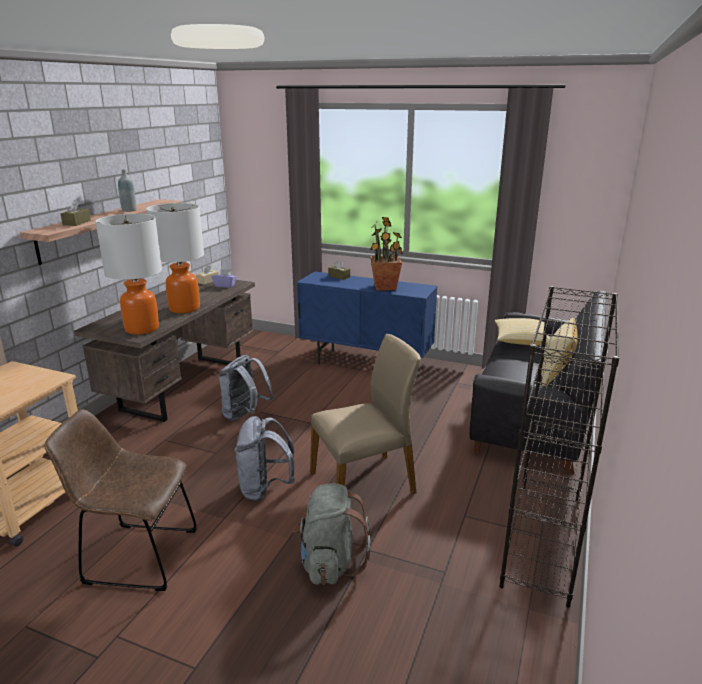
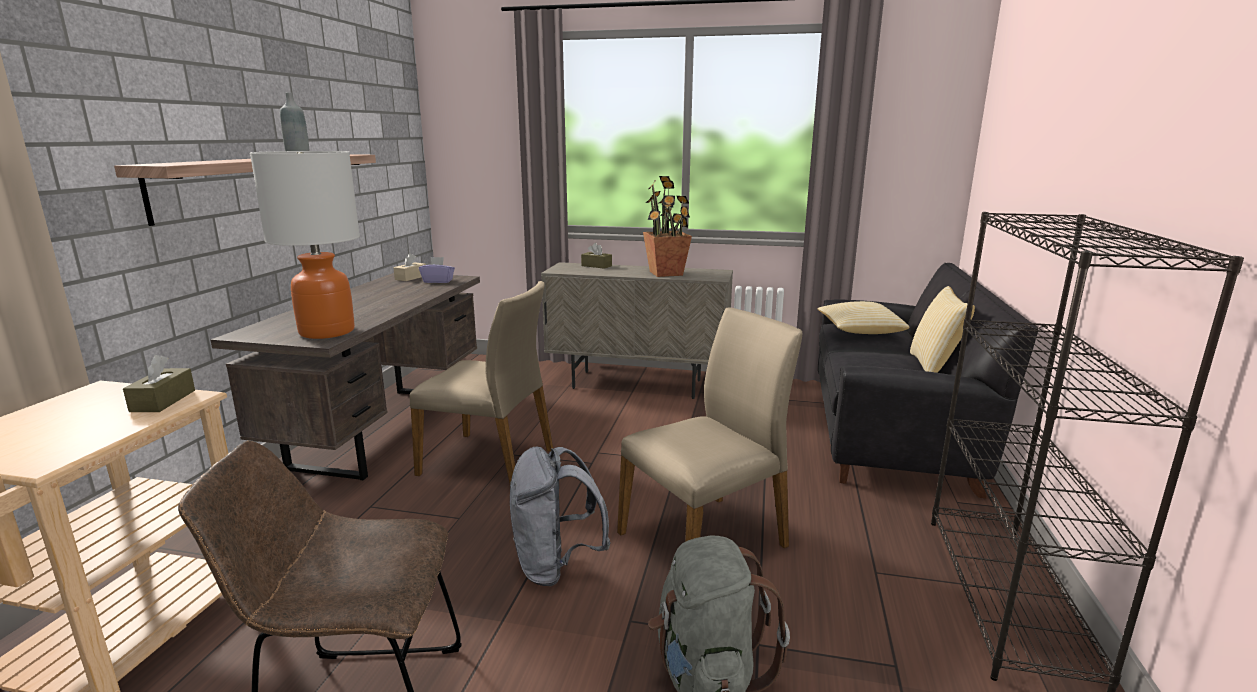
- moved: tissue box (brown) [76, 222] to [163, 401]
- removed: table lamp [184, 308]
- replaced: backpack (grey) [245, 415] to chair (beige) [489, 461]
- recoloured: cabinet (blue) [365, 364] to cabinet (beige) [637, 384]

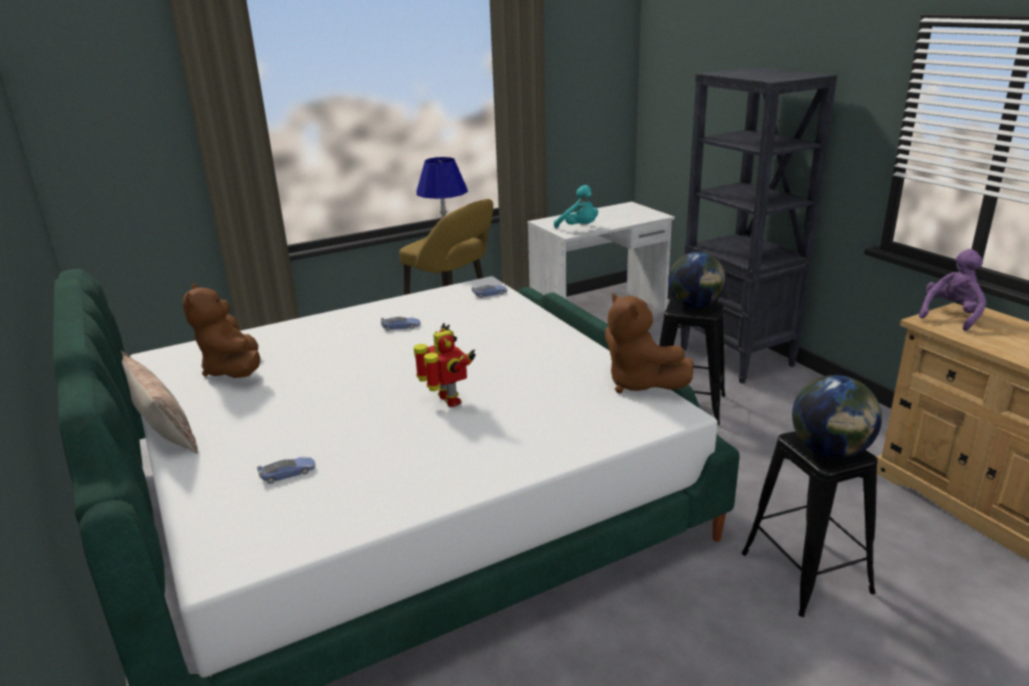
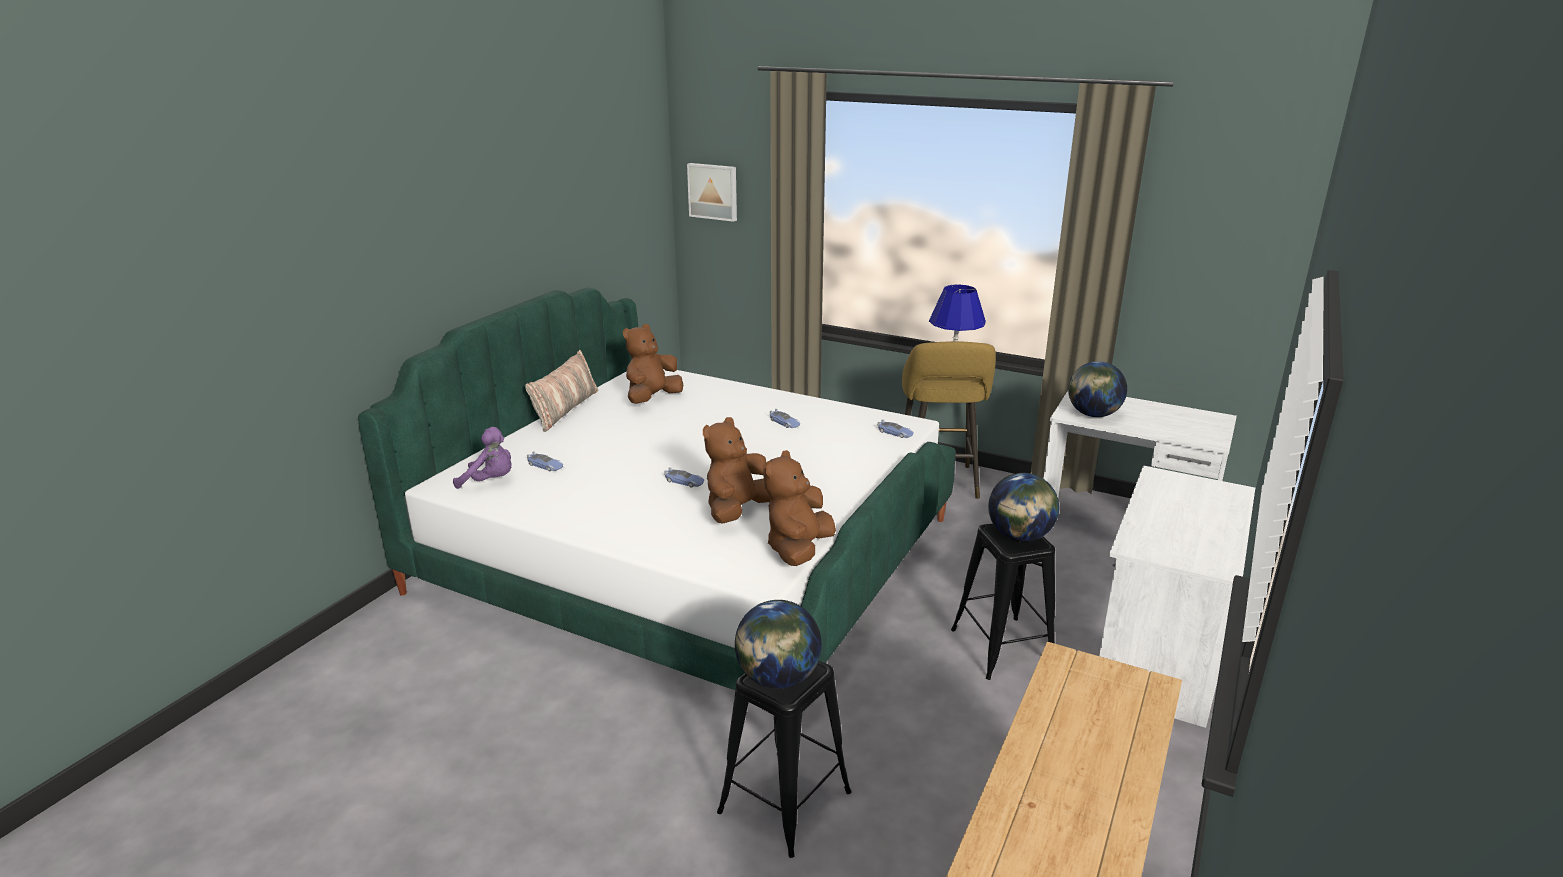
- replaced: toy robot [448, 401] to toy car [684, 482]
- replaced: plush toy (turquoise) [579, 228] to globe [1093, 415]
- replaced: bookcase (black) [736, 358] to desk (white) [1159, 652]
- moved: plush toy (purple) [951, 316] to [490, 481]
- added: picture [713, 191]
- added: plush toy (brown) [737, 511]

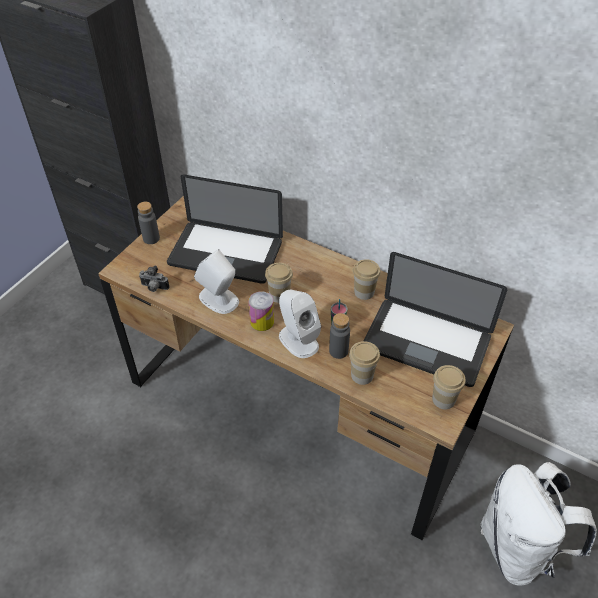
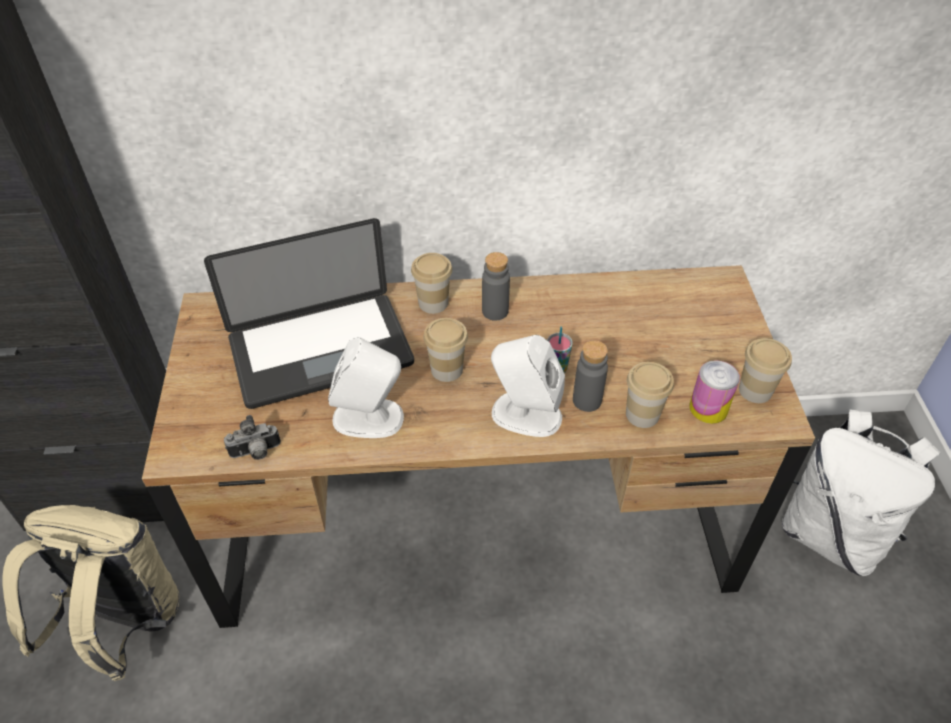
- moved: bottle (grey) [151, 238] to [495, 311]
- moved: can [262, 321] to [708, 408]
- moved: cup [364, 292] to [433, 303]
- removed: laptop [426, 343]
- added: backpack (beige) [124, 624]

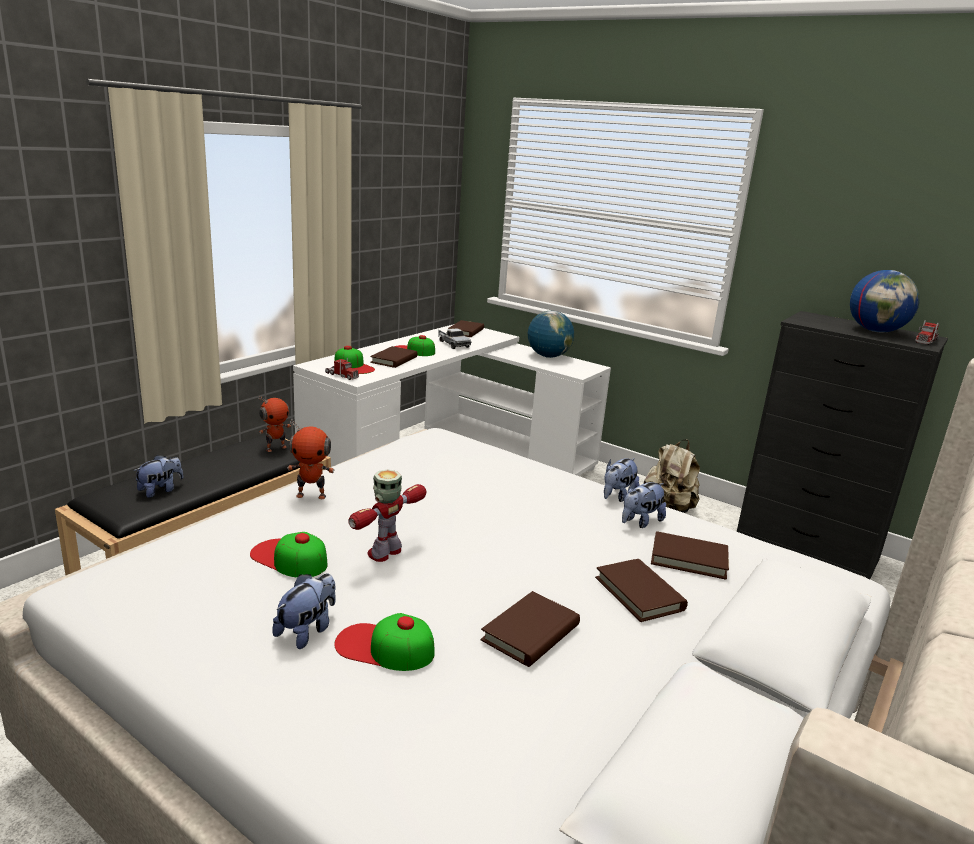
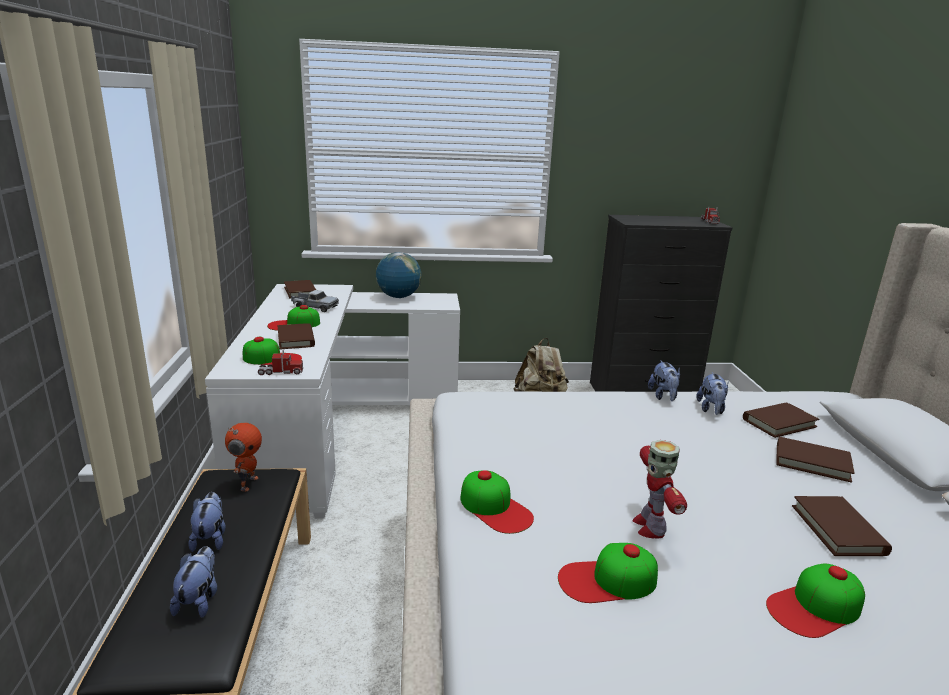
- moved: plush toy [307, 630] to [210, 538]
- replaced: toy robot [311, 495] to cap [495, 508]
- removed: globe [876, 331]

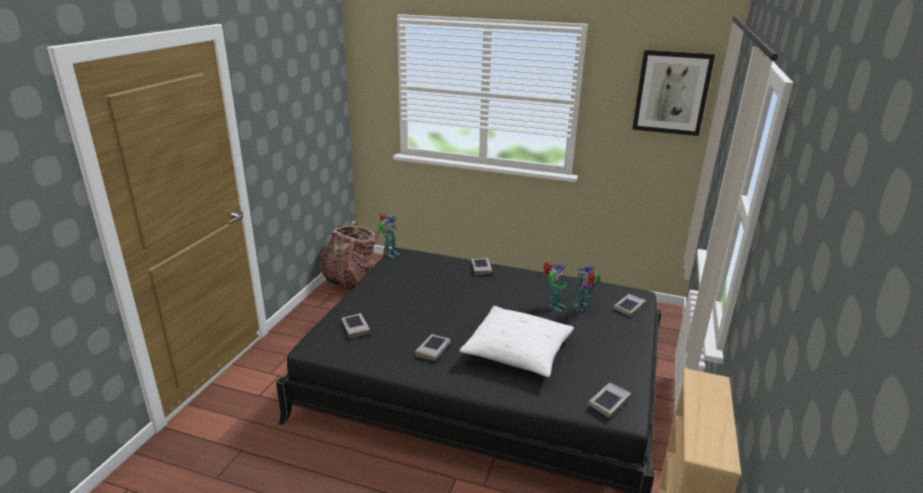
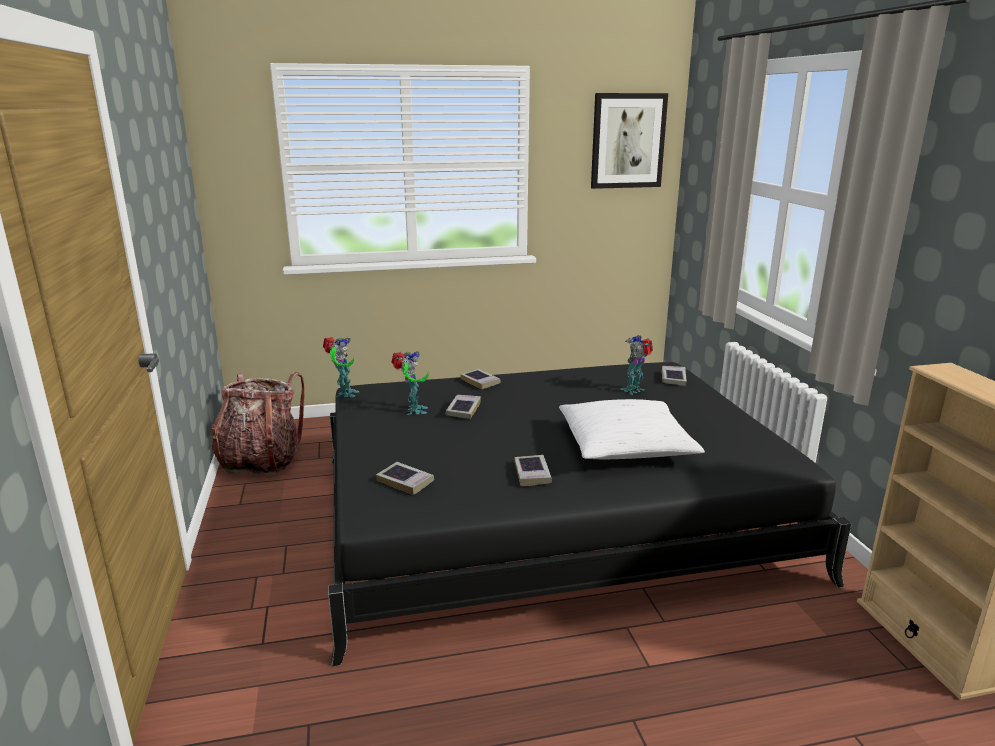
- moved: toy robot [553, 306] to [413, 410]
- moved: book [609, 402] to [463, 409]

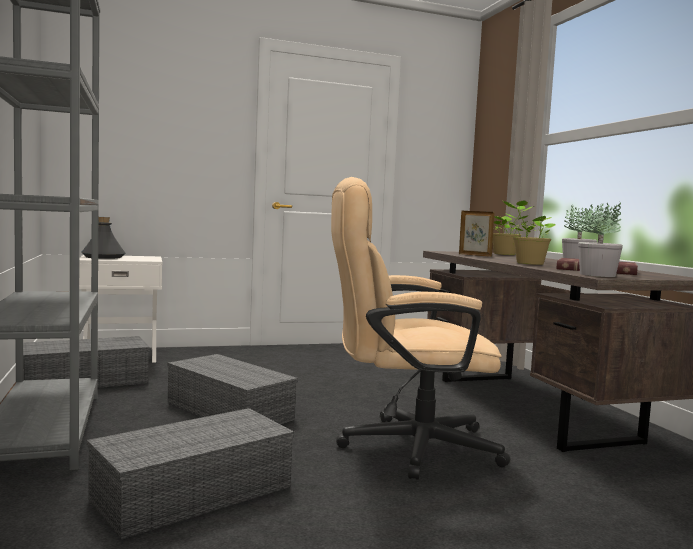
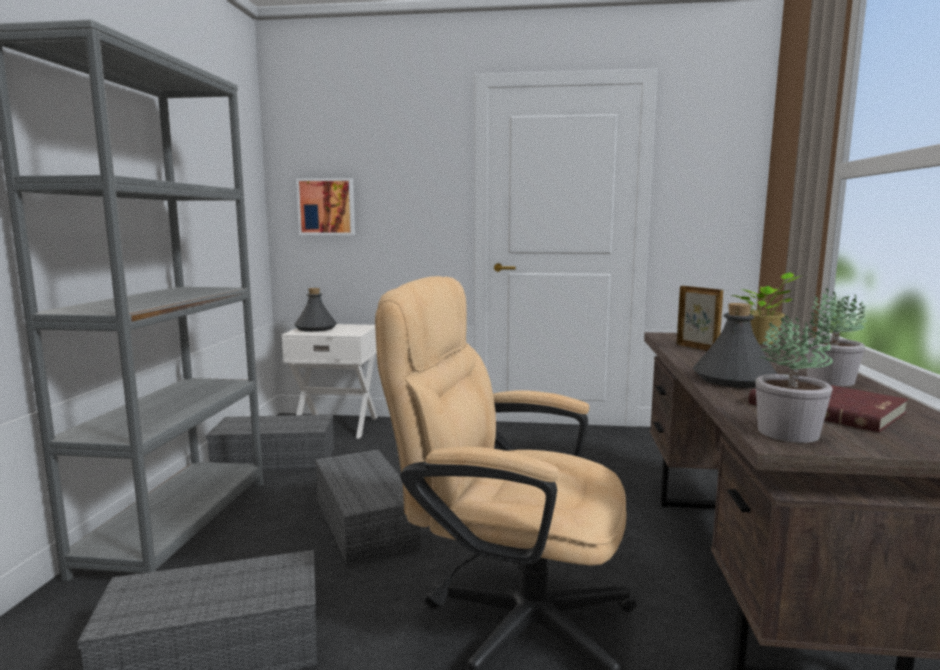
- replaced: potted plant [527, 263] to bottle (grey) [734, 379]
- added: picture [327, 207]

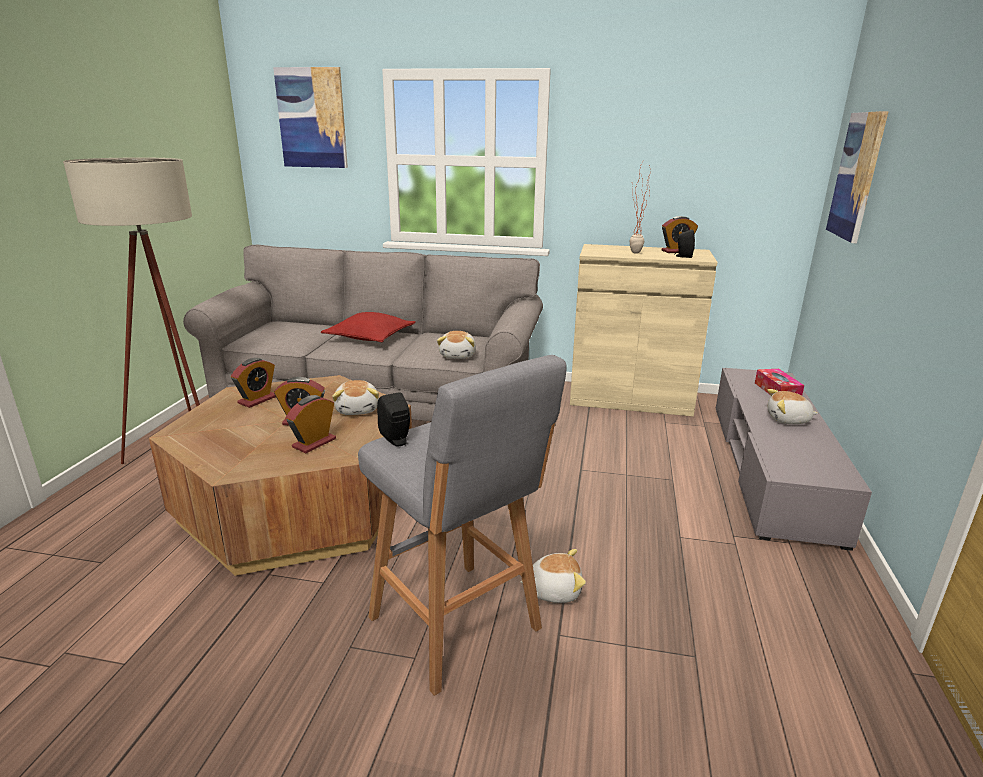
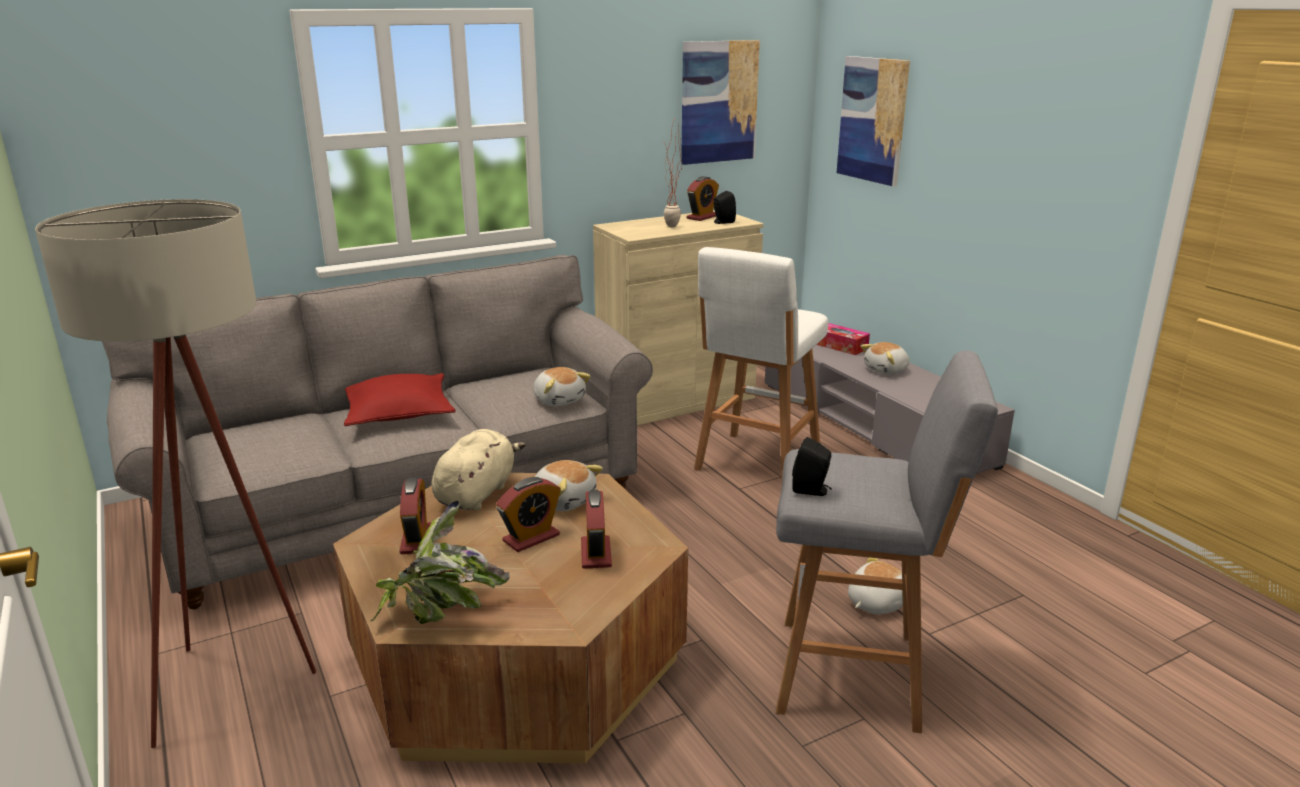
- moved: picture [312, 118] to [719, 102]
- added: potted plant [440, 616]
- added: plush toy (beige) [477, 493]
- added: stool (white) [756, 464]

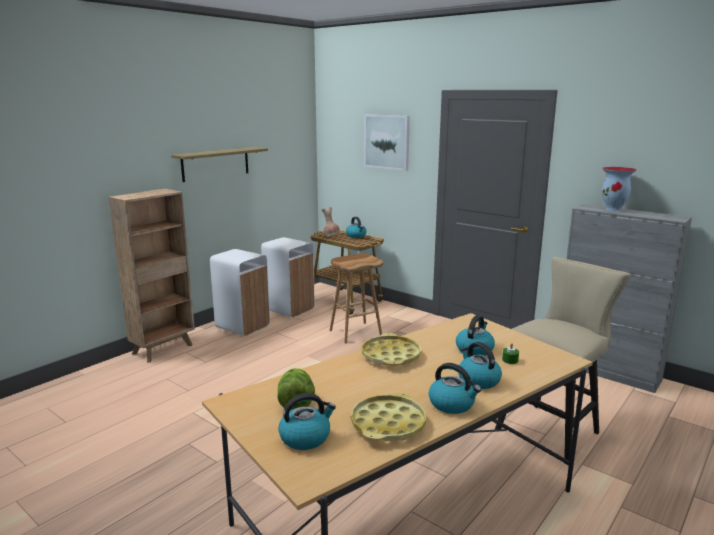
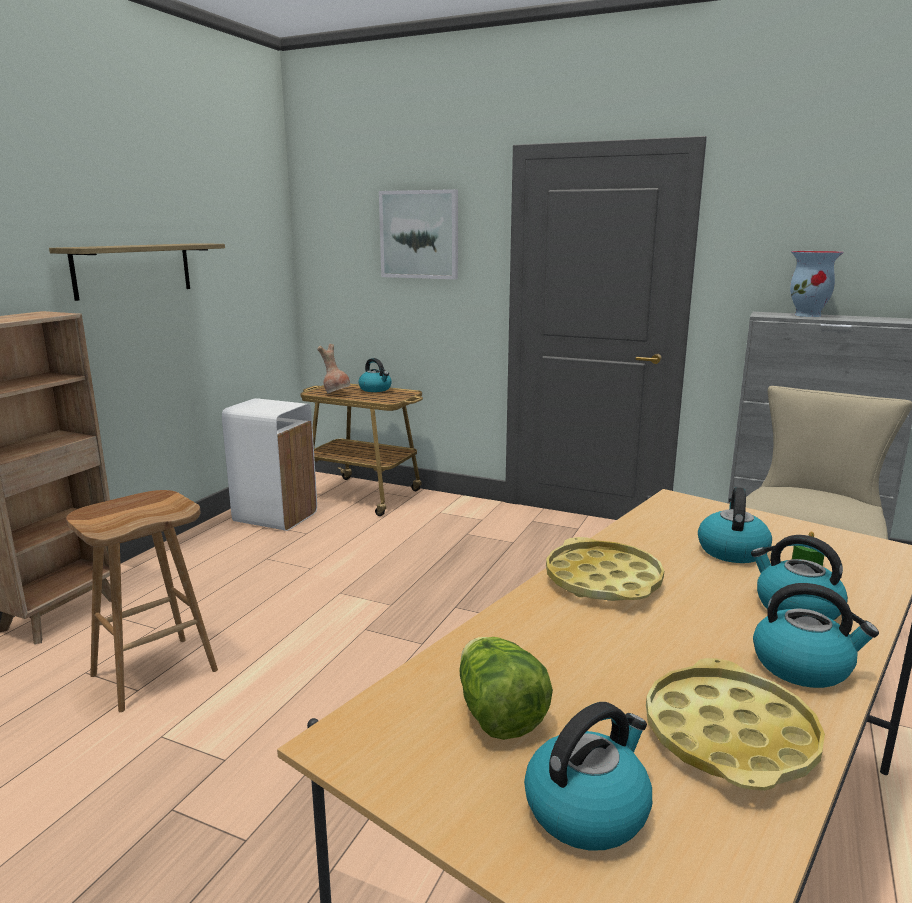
- removed: trash can (white) [243, 326]
- moved: stool (brown) [356, 332] to [155, 671]

